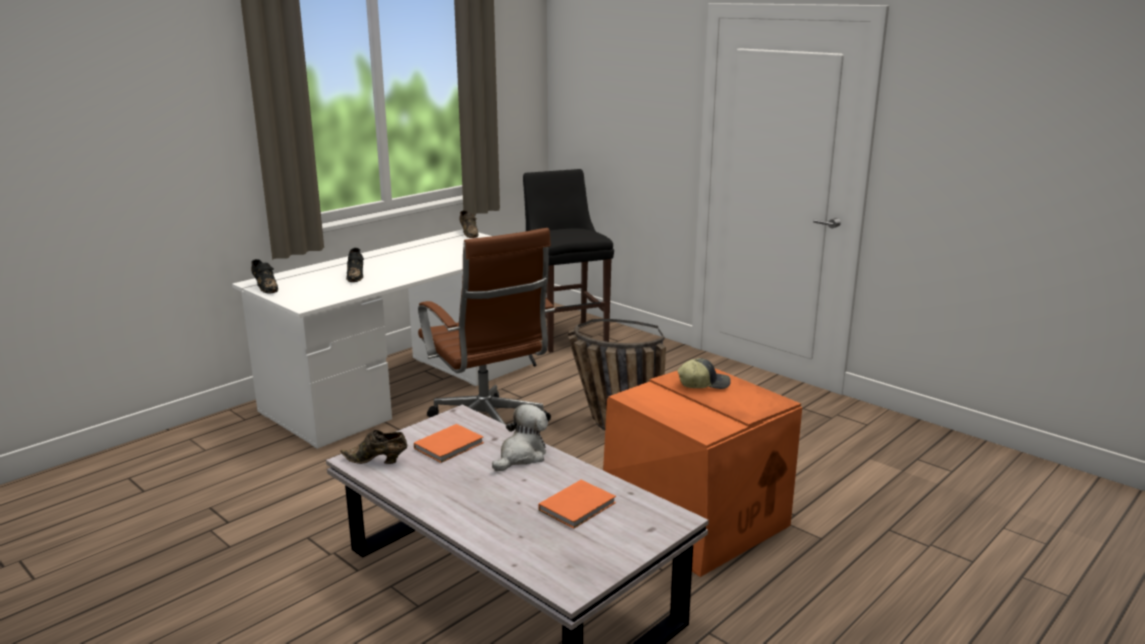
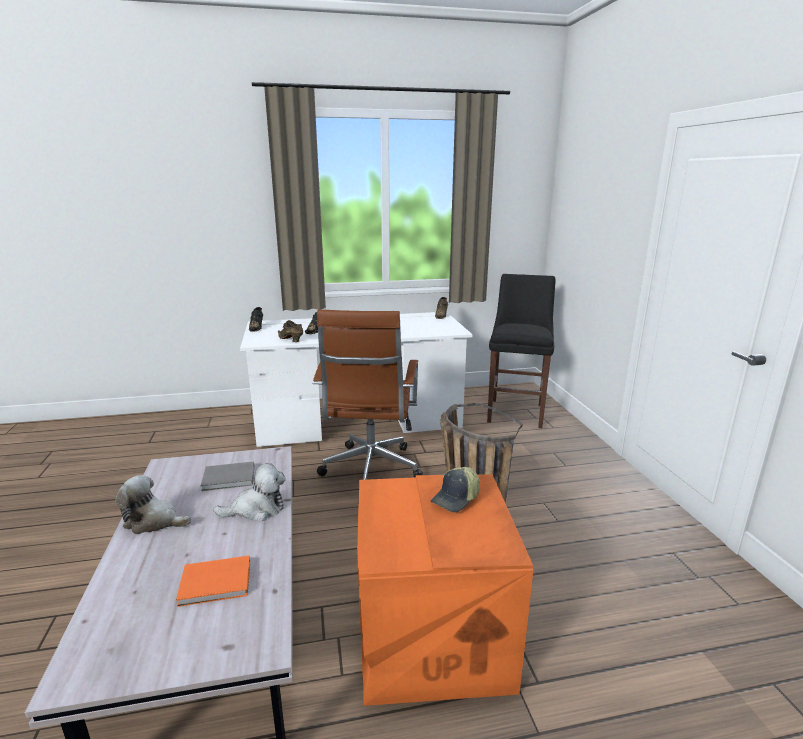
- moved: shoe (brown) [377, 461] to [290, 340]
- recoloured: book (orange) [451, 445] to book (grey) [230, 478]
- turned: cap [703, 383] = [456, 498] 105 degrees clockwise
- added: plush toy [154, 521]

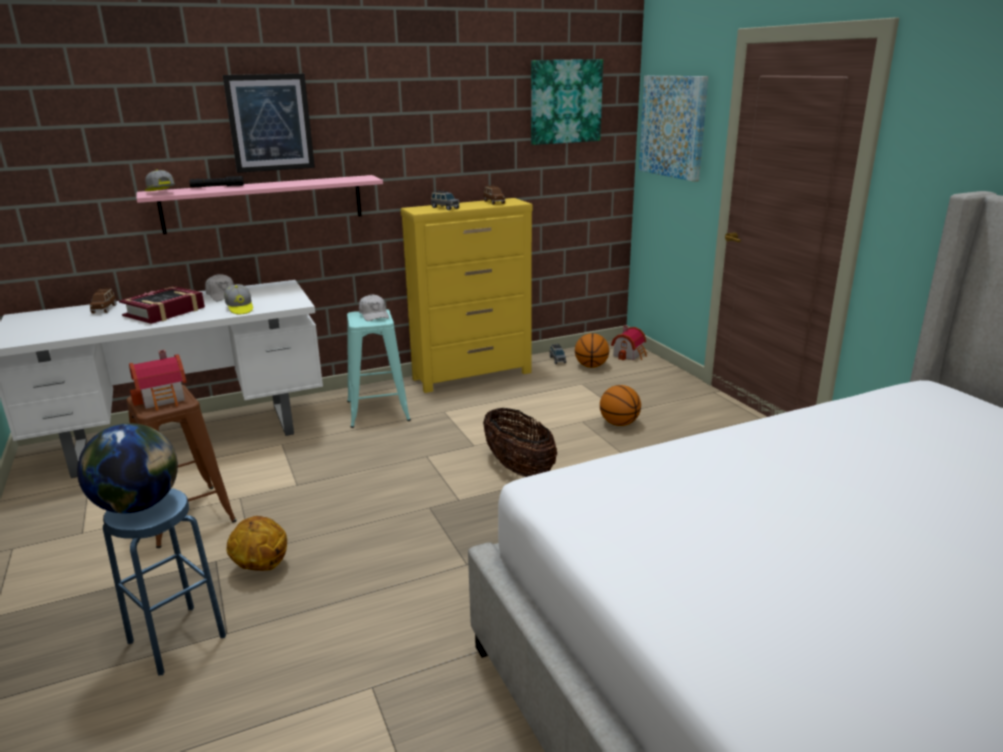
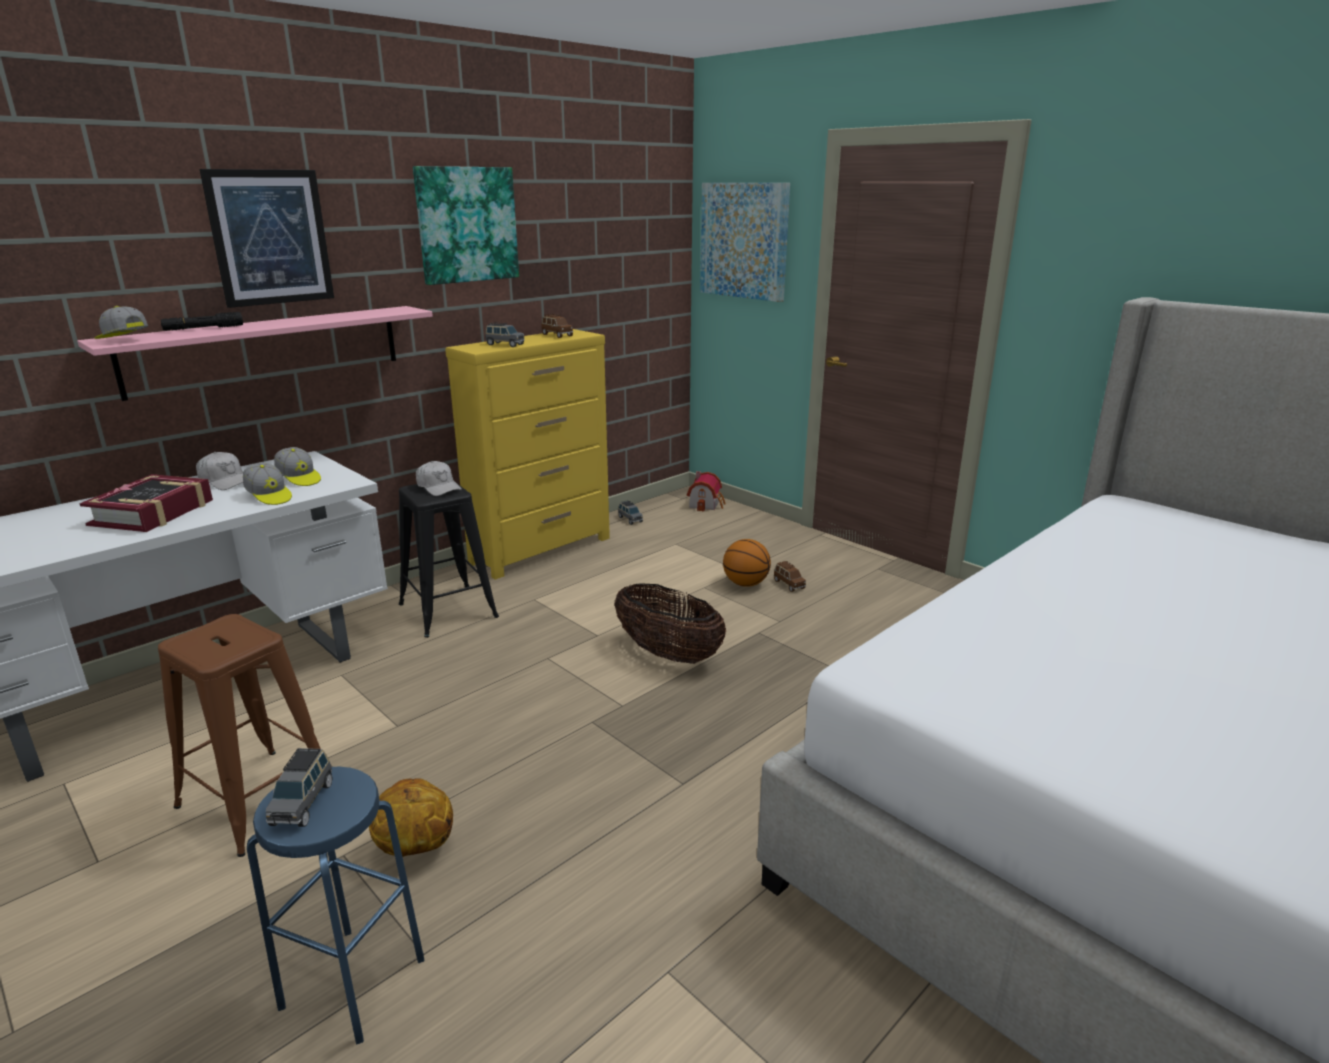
- replaced: globe [138, 505] to toy car (grey) [303, 803]
- moved: toy car (brown) [104, 309] to [788, 584]
- removed: toy house [164, 398]
- recoloured: stool (turquoise) [378, 411] to stool (black) [448, 610]
- moved: picture [565, 101] to [466, 225]
- removed: basketball [591, 366]
- added: cap [299, 478]

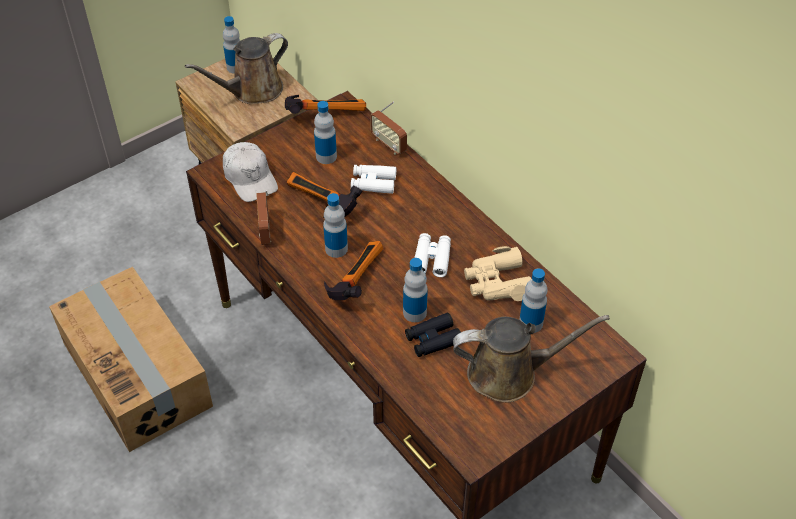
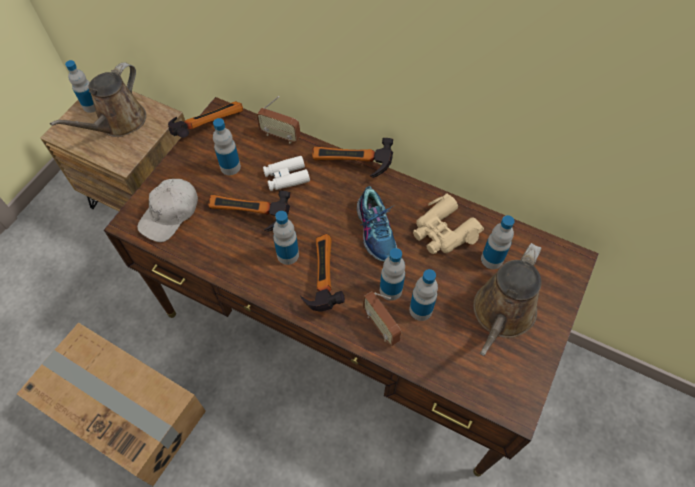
- turned: cap (white) [250, 178] = [170, 214] 90 degrees clockwise
- moved: radio [266, 230] to [381, 326]
- replaced: binoculars (black) [433, 339] to bottle [420, 310]
- replaced: binoculars (white) [432, 259] to shoe [377, 231]
- turned: watering can (brown) [509, 373] = [501, 315] 150 degrees clockwise
- added: hammer [351, 167]

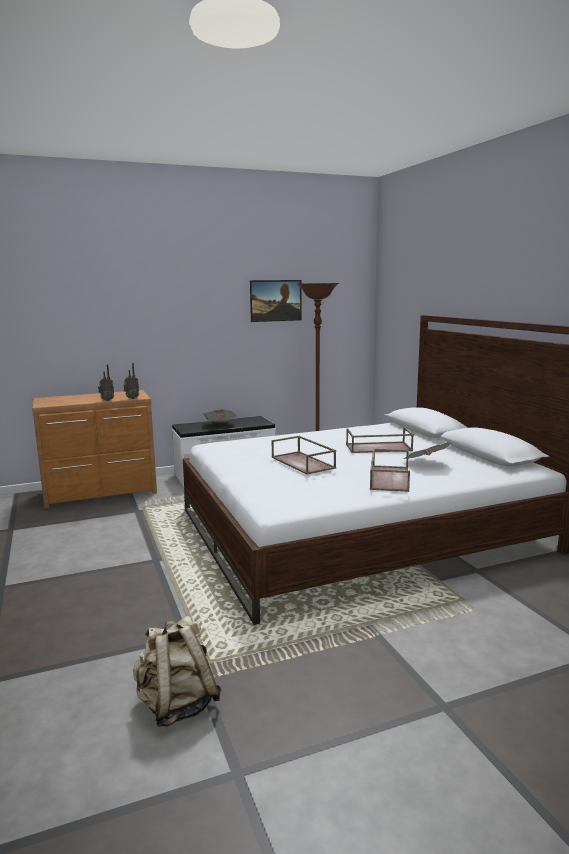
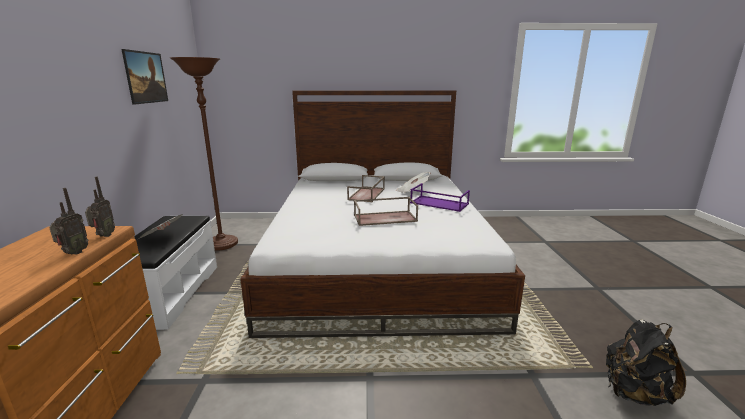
- recoloured: backpack (beige) [177, 705] to backpack (black) [634, 393]
- recoloured: tray (brown) [388, 478] to tray (purple) [438, 203]

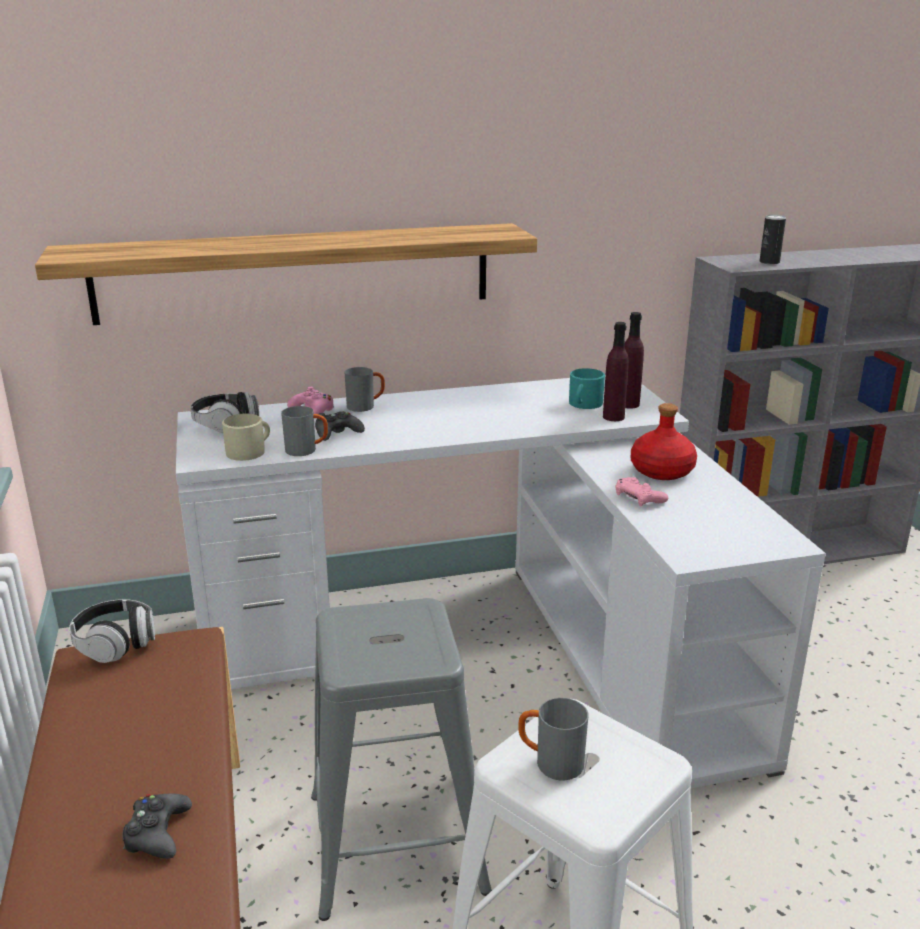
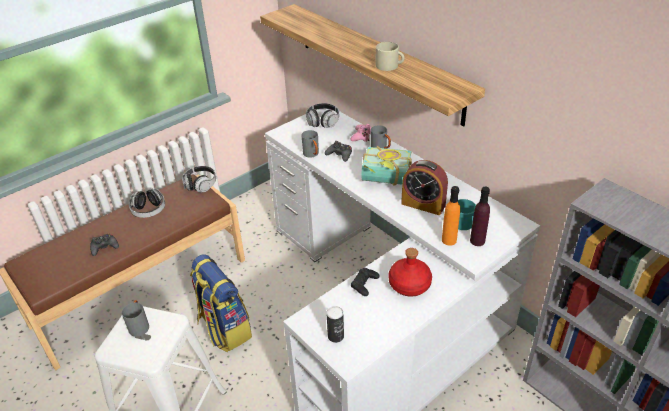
- moved: mug (beige) [250, 451] to [389, 66]
- replaced: stool (grey) [395, 841] to backpack [224, 329]
- recoloured: bottle (purple) [613, 417] to bottle (orange) [449, 240]
- recoloured: game controller (pink) [639, 497] to game controller (black) [364, 284]
- moved: can [769, 262] to [336, 336]
- added: headphones [149, 210]
- added: book [385, 180]
- added: alarm clock [423, 204]

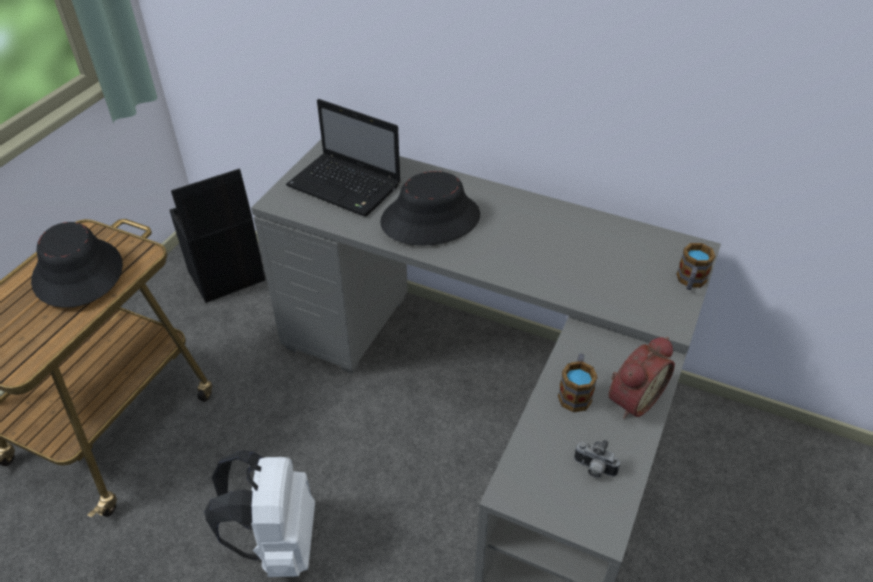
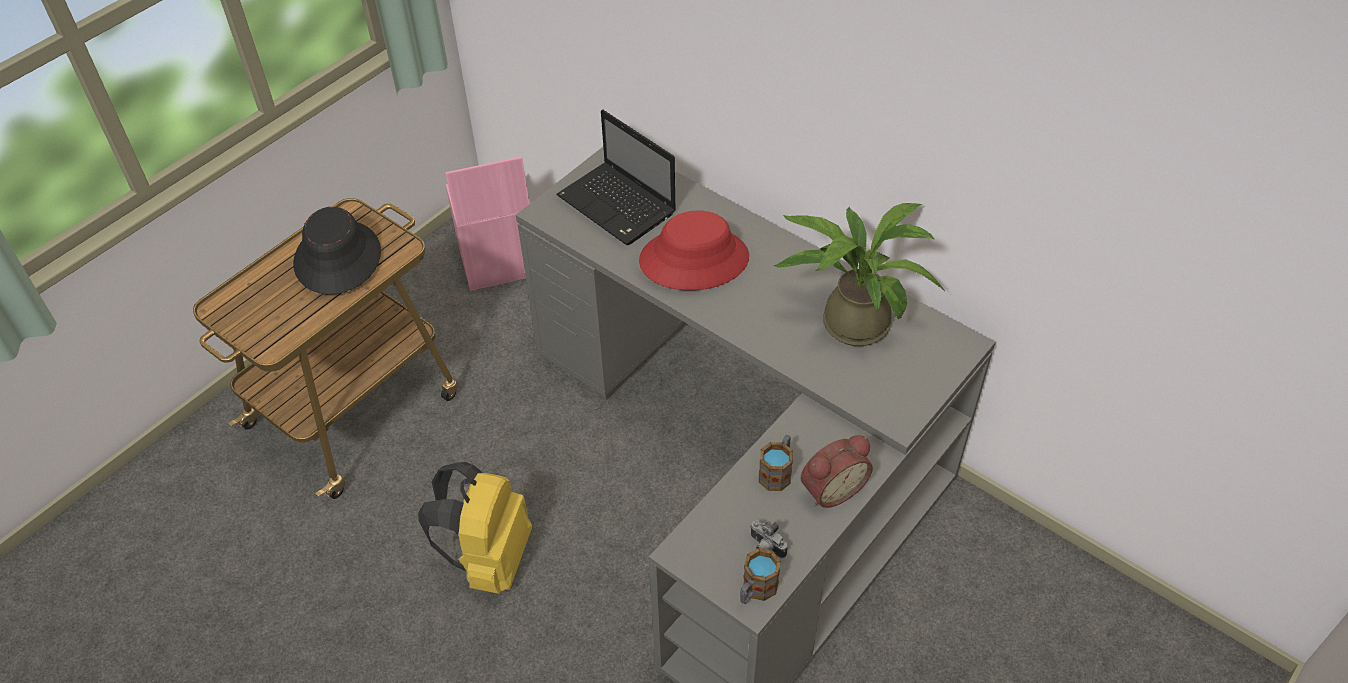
- recoloured: storage box (black) [225, 276] to storage box (pink) [497, 263]
- recoloured: backpack (white) [278, 543] to backpack (yellow) [489, 559]
- recoloured: hat (black) [430, 219] to hat (red) [694, 259]
- moved: mug [690, 282] to [756, 590]
- added: potted plant [849, 319]

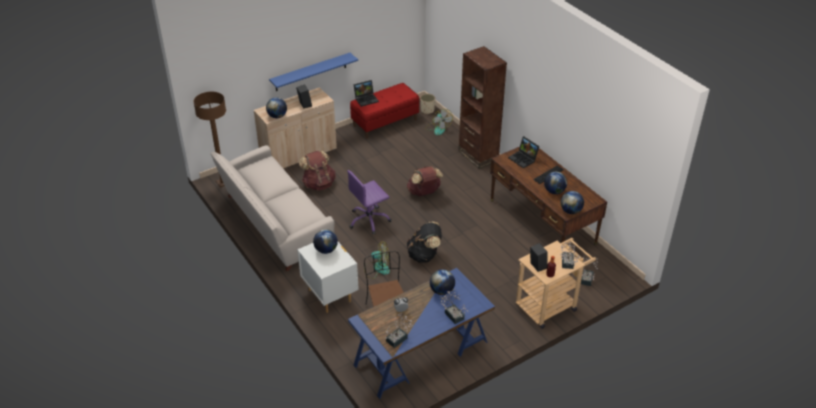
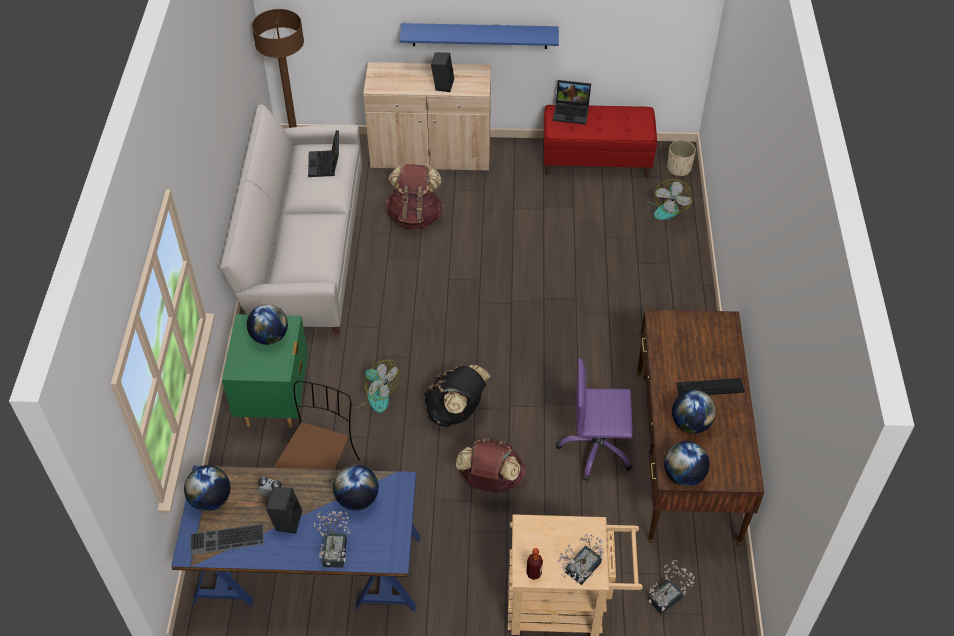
- moved: globe [277, 116] to [211, 500]
- recoloured: nightstand (white) [330, 295] to nightstand (green) [274, 402]
- moved: office chair (purple) [369, 220] to [596, 448]
- replaced: potted plant [398, 338] to keyboard [226, 541]
- moved: backpack (brown) [424, 193] to [490, 480]
- removed: bookcase (brown) [478, 155]
- moved: laptop [523, 159] to [326, 165]
- moved: speaker (black) [537, 266] to [286, 520]

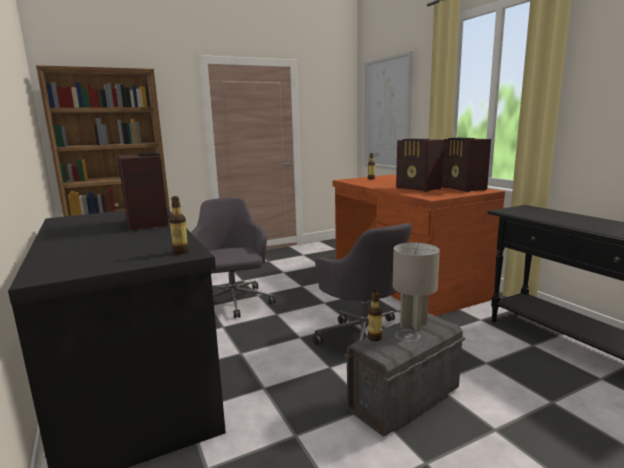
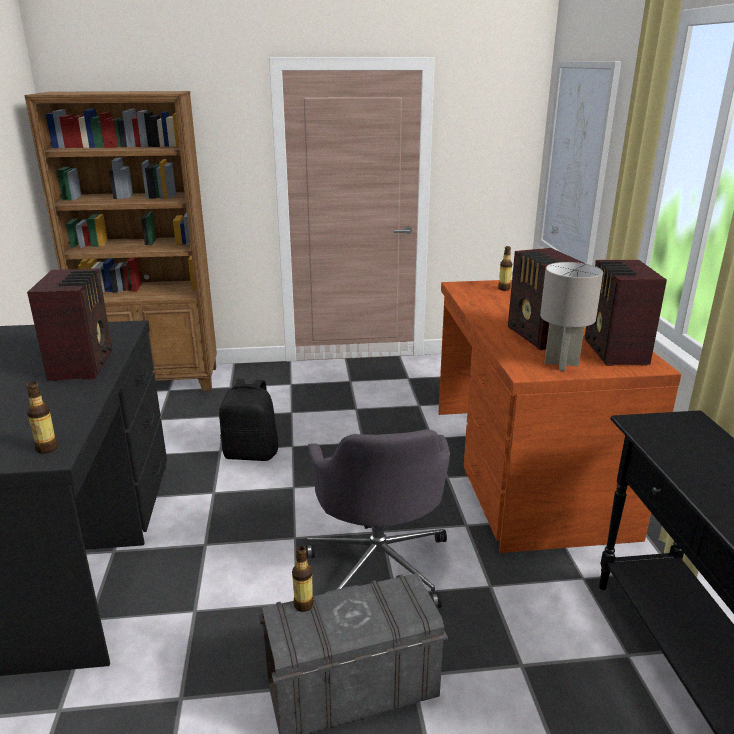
- replaced: office chair (grey) [233, 303] to backpack (black) [251, 453]
- moved: table lamp (grey) [413, 325] to [562, 364]

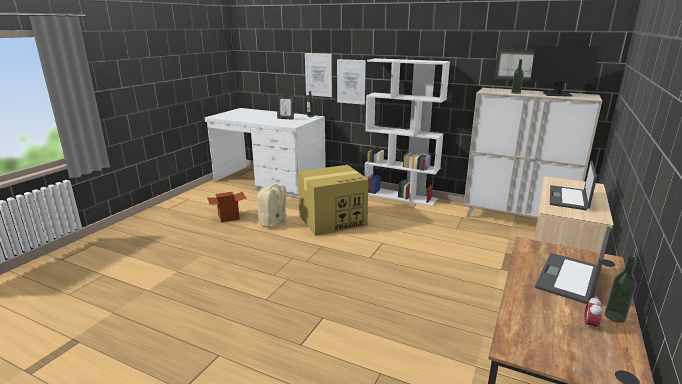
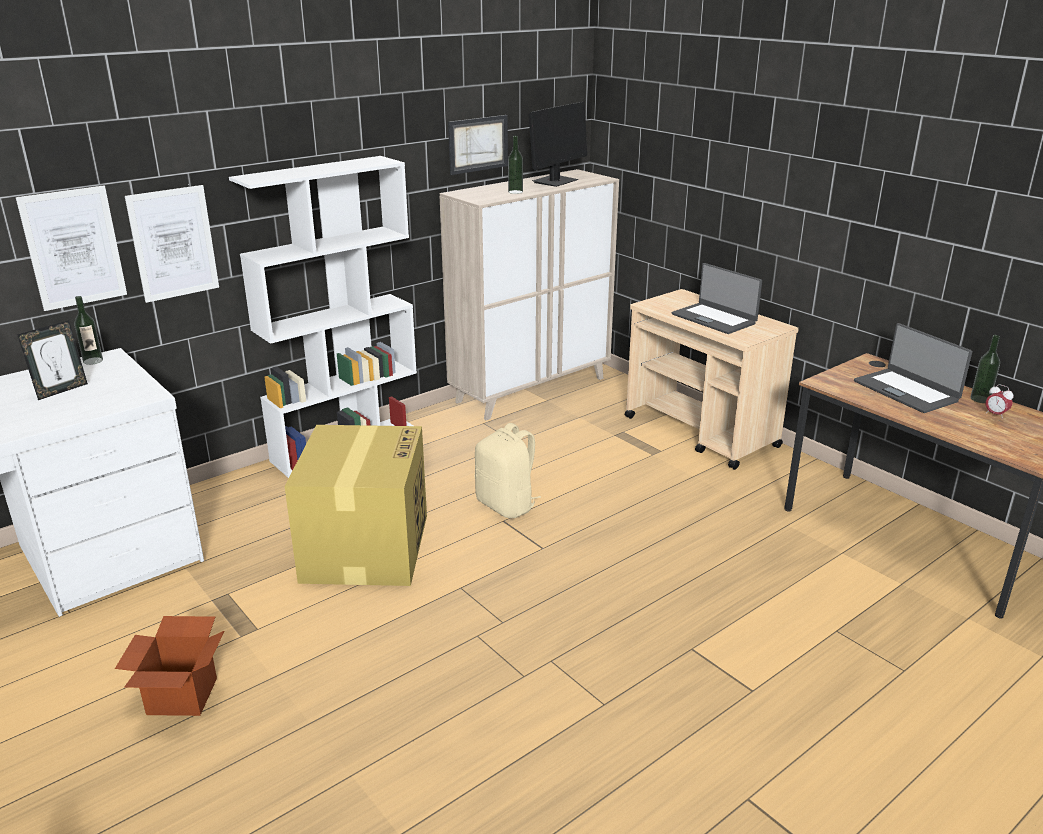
- moved: backpack (beige) [274, 223] to [507, 505]

